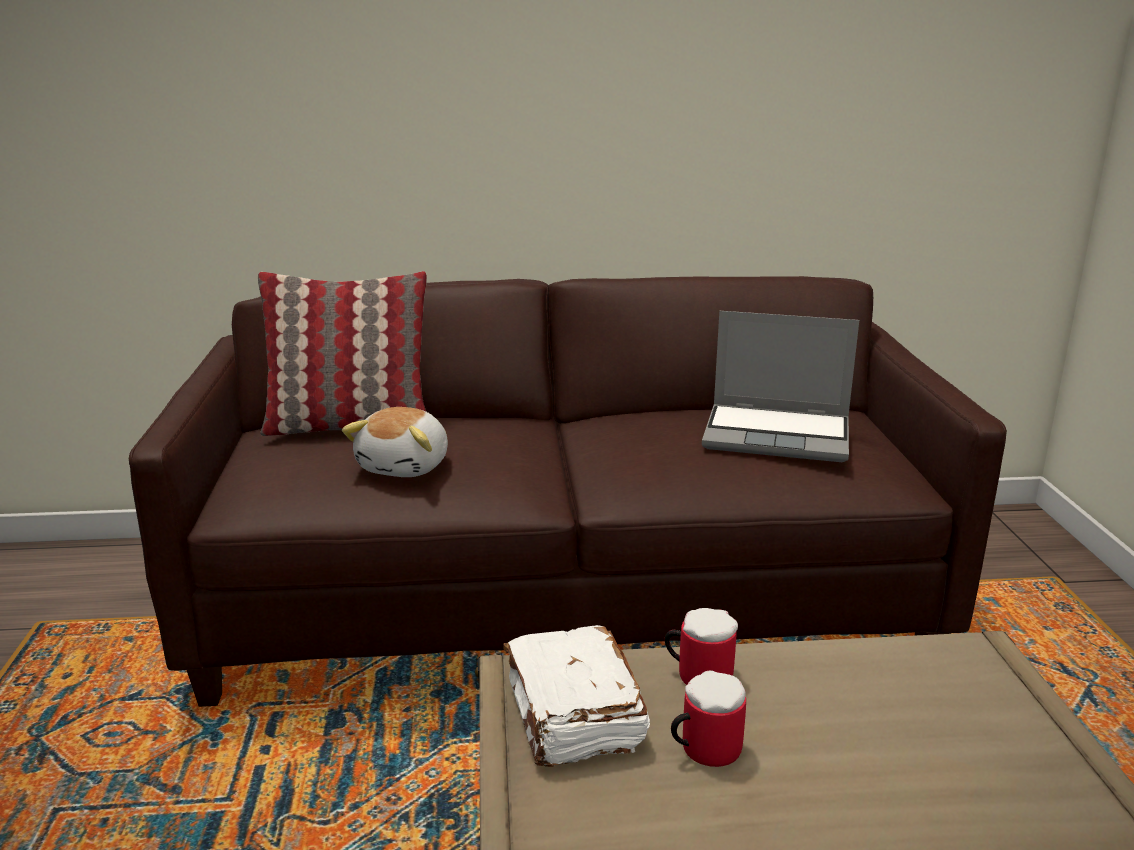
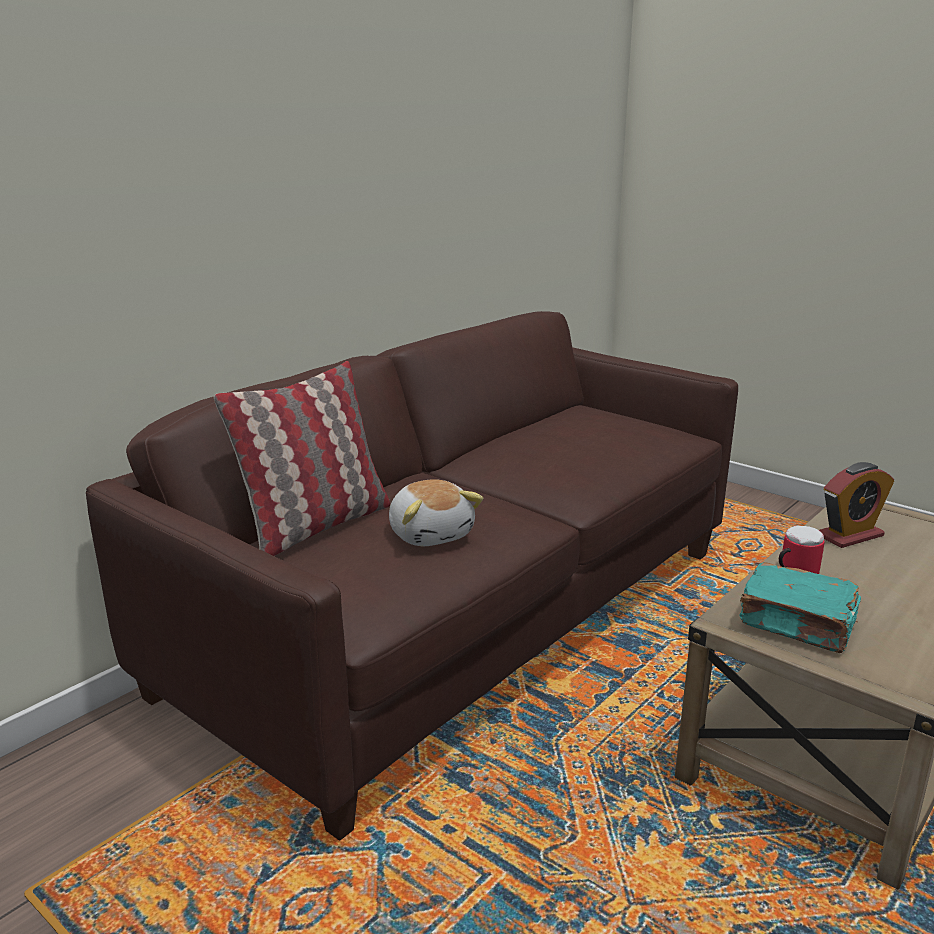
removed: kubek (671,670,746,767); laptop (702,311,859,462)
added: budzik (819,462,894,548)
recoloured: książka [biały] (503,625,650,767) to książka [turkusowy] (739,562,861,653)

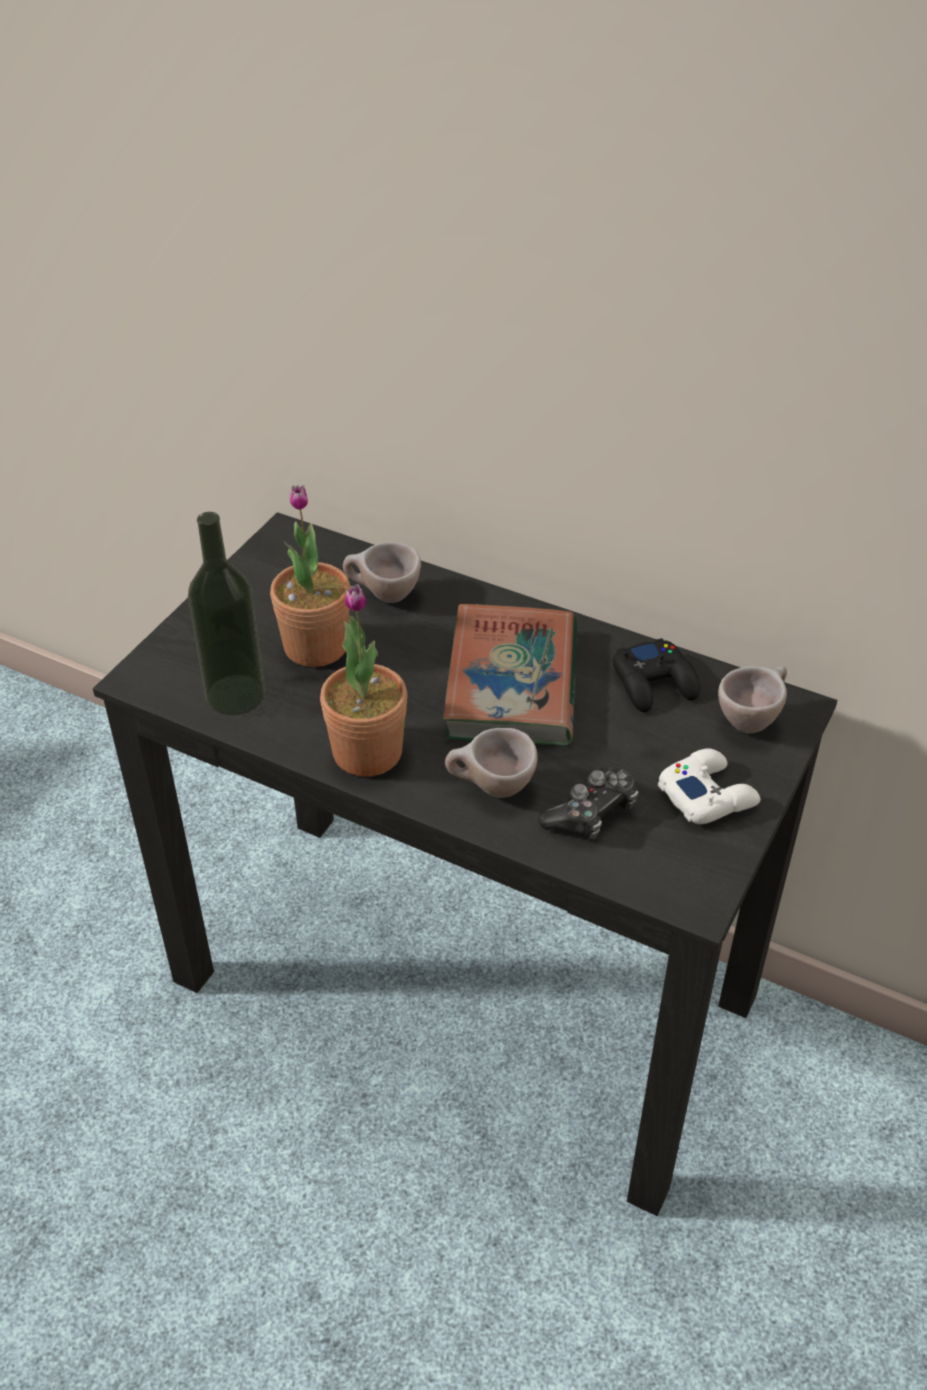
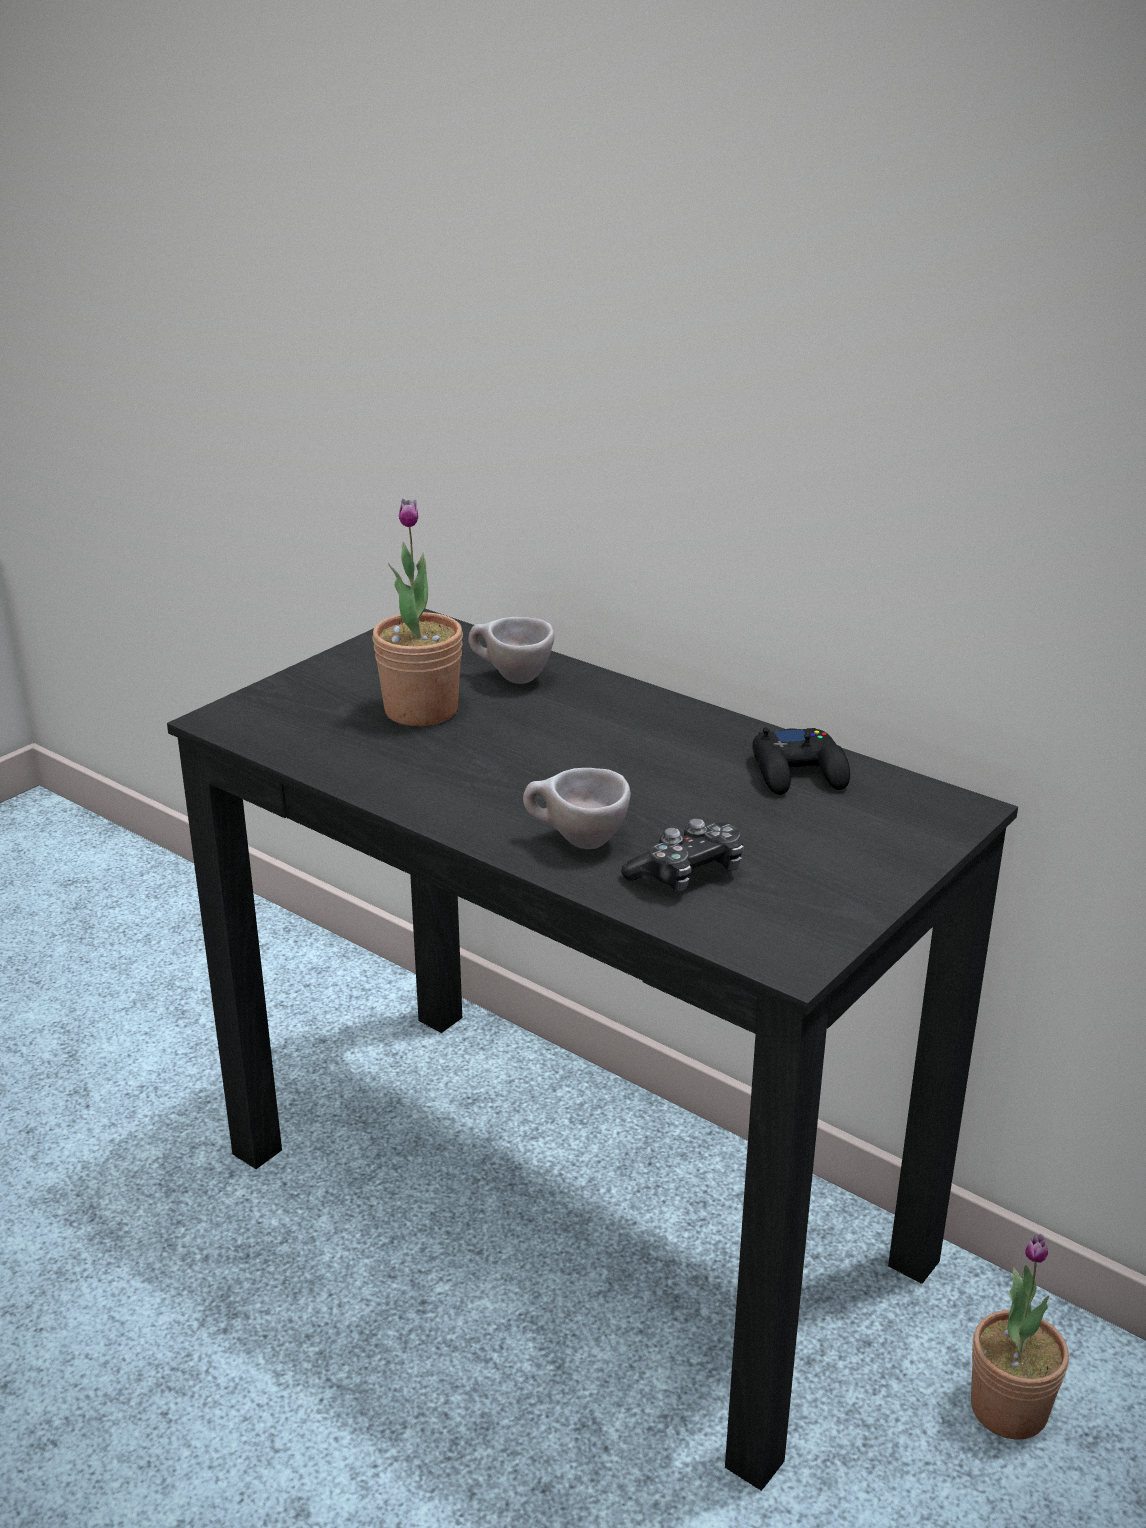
removed: butelka (188,512,266,715); książka (443,604,577,745); pad do gier [biały] (658,748,760,824); filiżanka [beżowy] (718,666,787,733)
moved: roślina doniczkowa (320,584,407,776) to (971,1234,1069,1440)

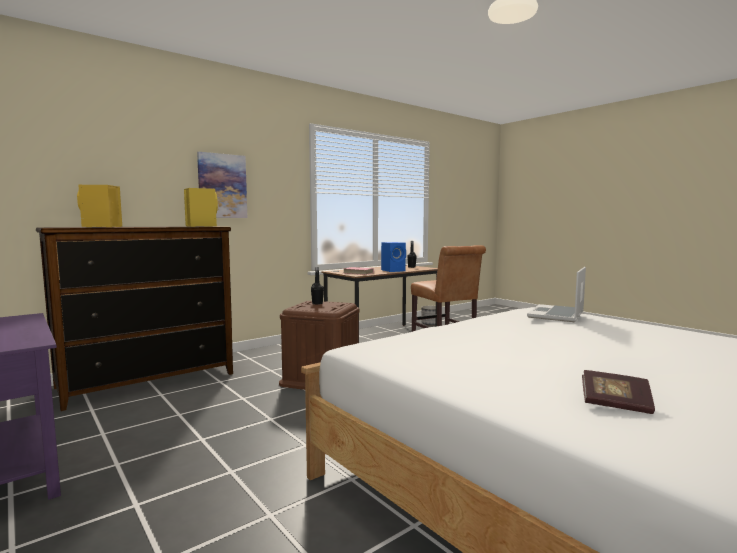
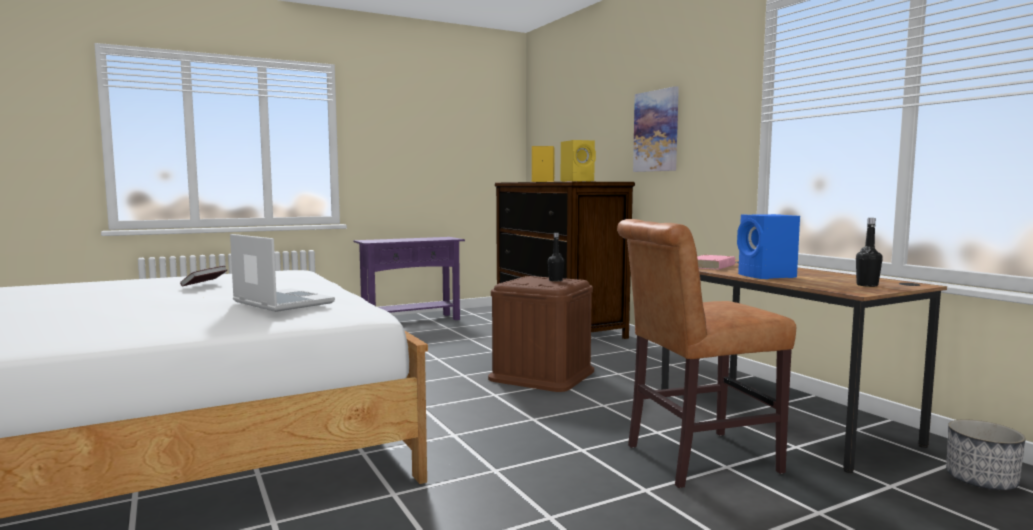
moved: książka (582,370,655,414) to (180,266,227,286)

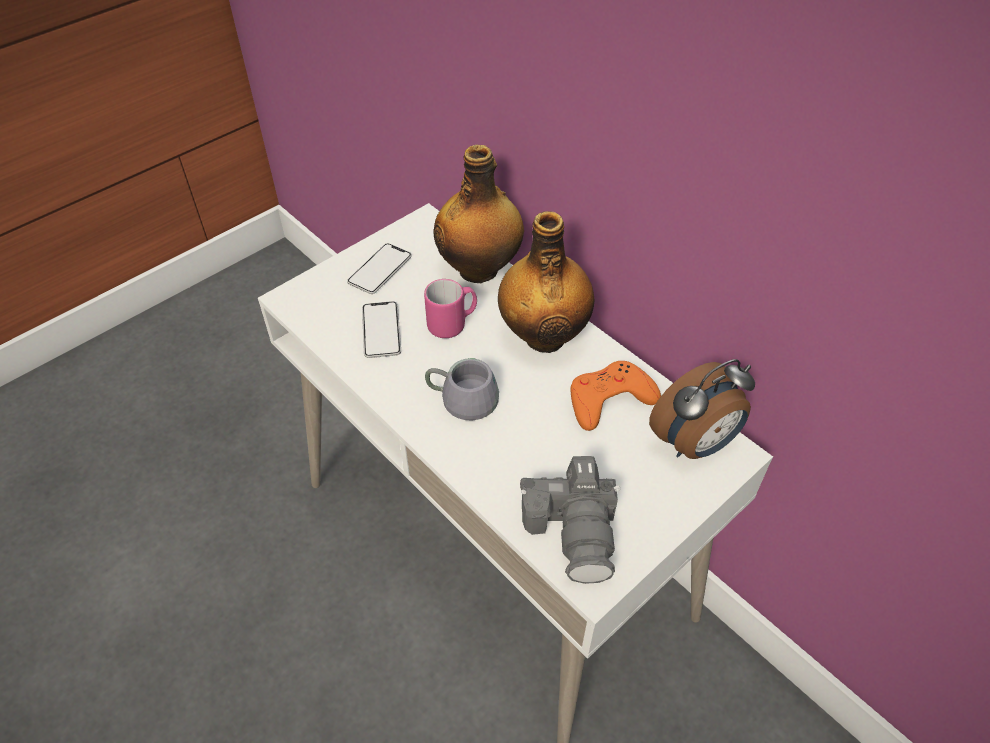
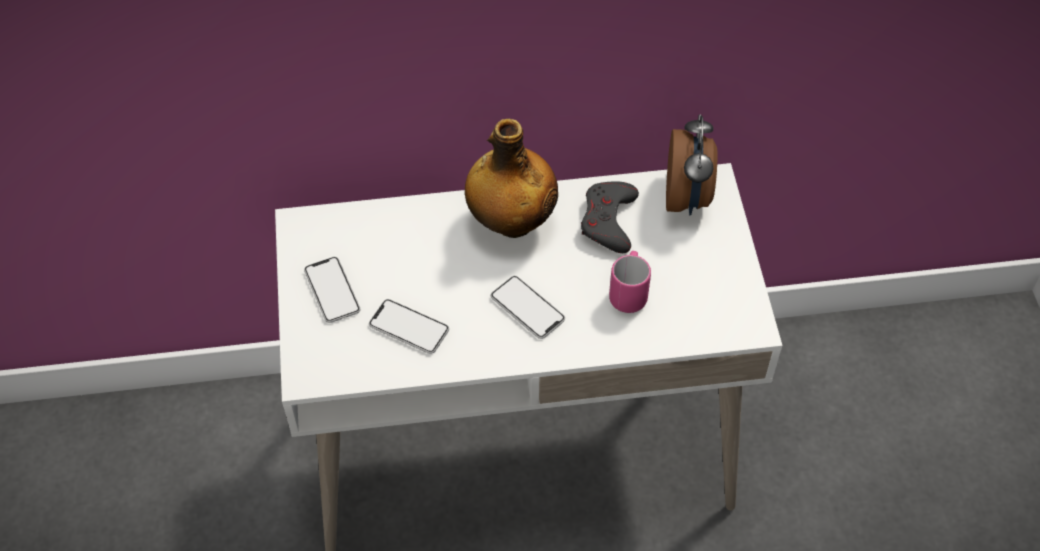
removed: butelka (433,145,524,283); aparat fotograficzny (520,456,620,584)
moved: kubek [różowy] (424,279,477,338) to (609,251,651,313)
replaced: kubek [szary] (425,358,499,420) to telefon (491,276,565,339)
recoloured: pad do gier [pomarańczowy] (570,361,661,431) to pad do gier [szary] (581,182,639,253)

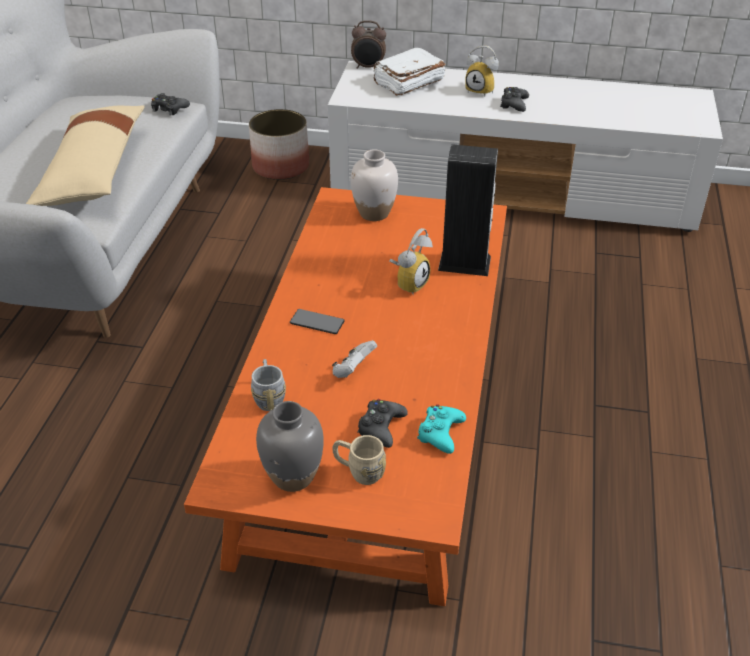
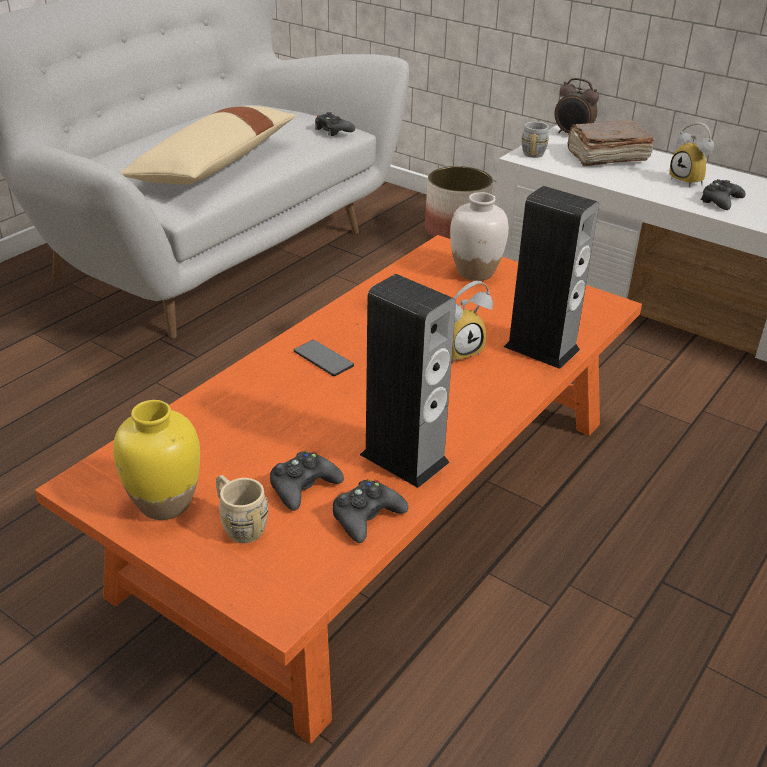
removed: pad do gier [biały] (332,340,377,378)
added: głośnik (360,274,456,488)
moved: kubek [szary] (251,359,286,411) to (522,122,549,158)
recoloured: wazon [szary] (256,401,324,492) to wazon [żółty] (113,400,200,520); książka [biały] (373,48,445,96) to książka [brązowy] (567,120,654,166); pad do gier [turkusowy] (417,404,466,454) to pad do gier [czarny] (333,479,408,543)

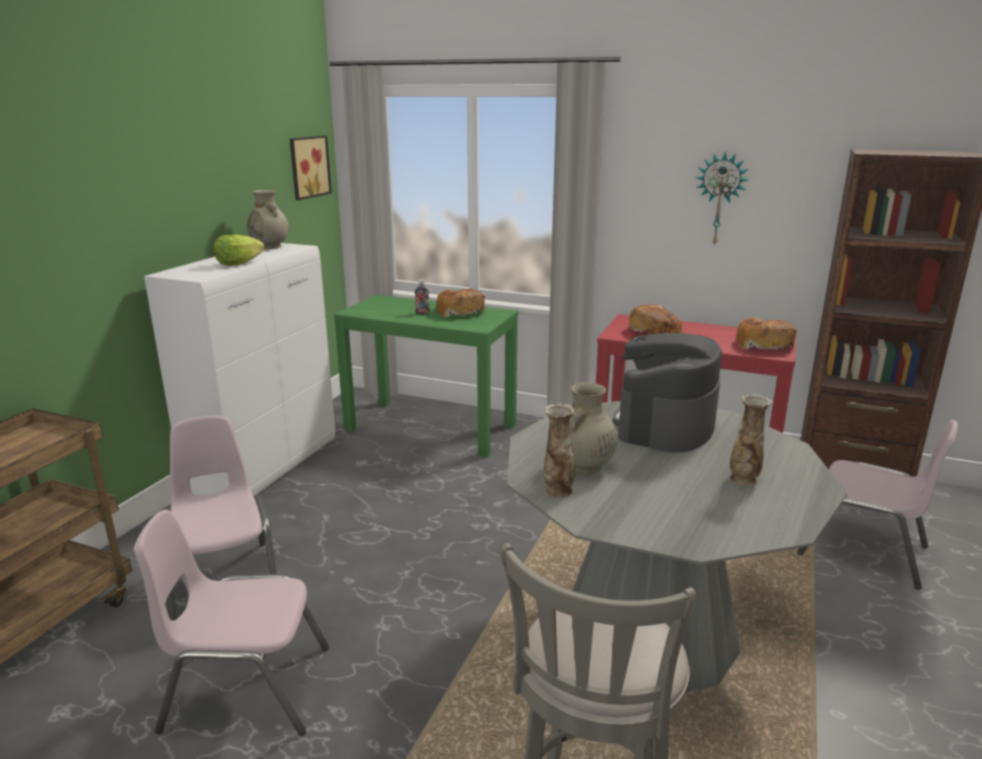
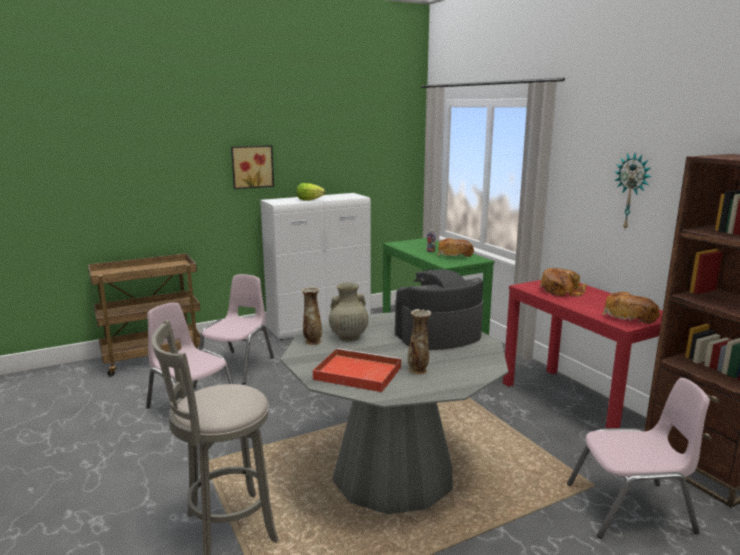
removed: wazon [beżowy] (247,190,289,249)
added: taca [czerwony] (313,348,402,392)
moved: obraz (290,136,332,200) to (231,145,274,189)
turned: krzesło [różowy] (797,420,958,589) = (567,378,710,539) 75 degrees counterclockwise

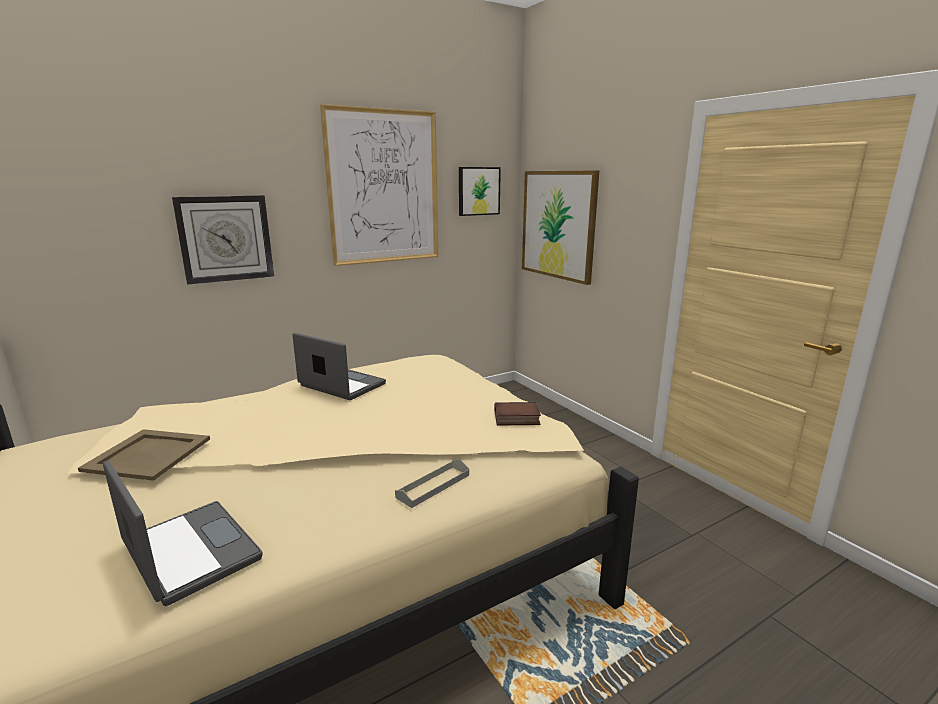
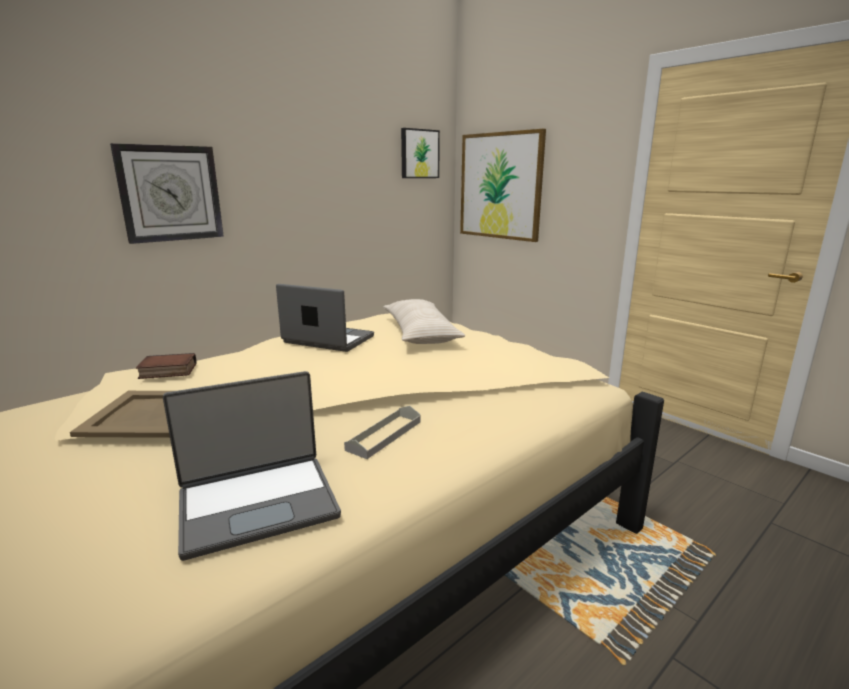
removed: obraz (320,104,438,266)
added: poduszka [beżowy] (383,299,465,344)
moved: taca [szary] (395,460,469,508) to (344,406,421,459); książka (495,402,541,426) to (136,353,196,379)
turned: laptop (103,461,263,606) = (163,371,341,561) 120 degrees clockwise

